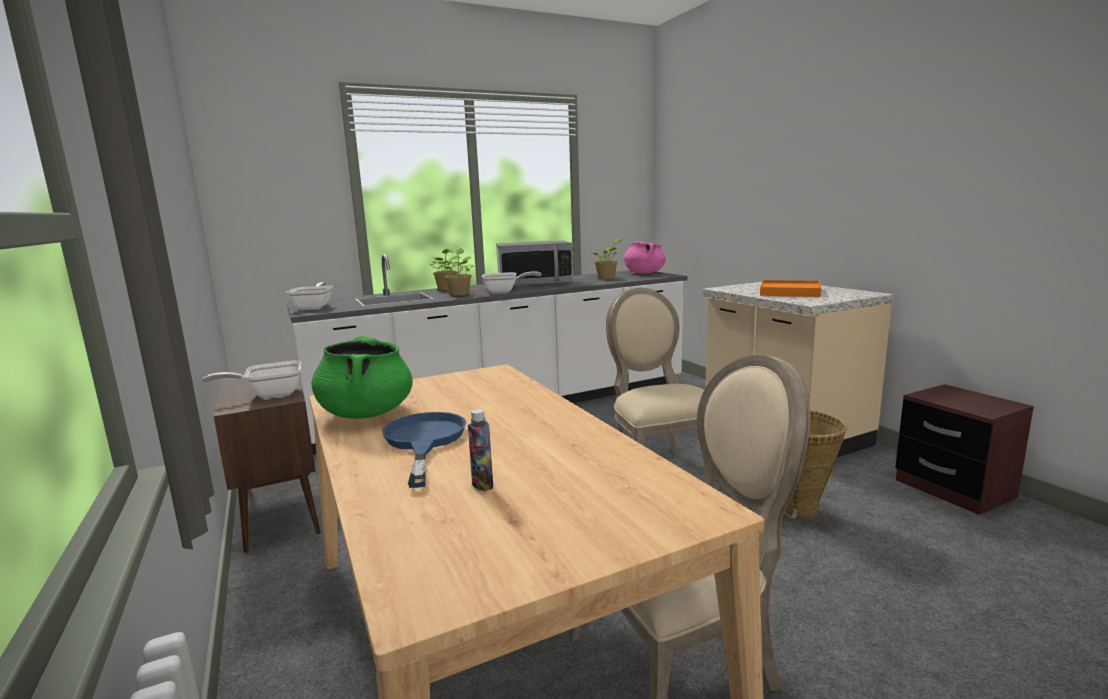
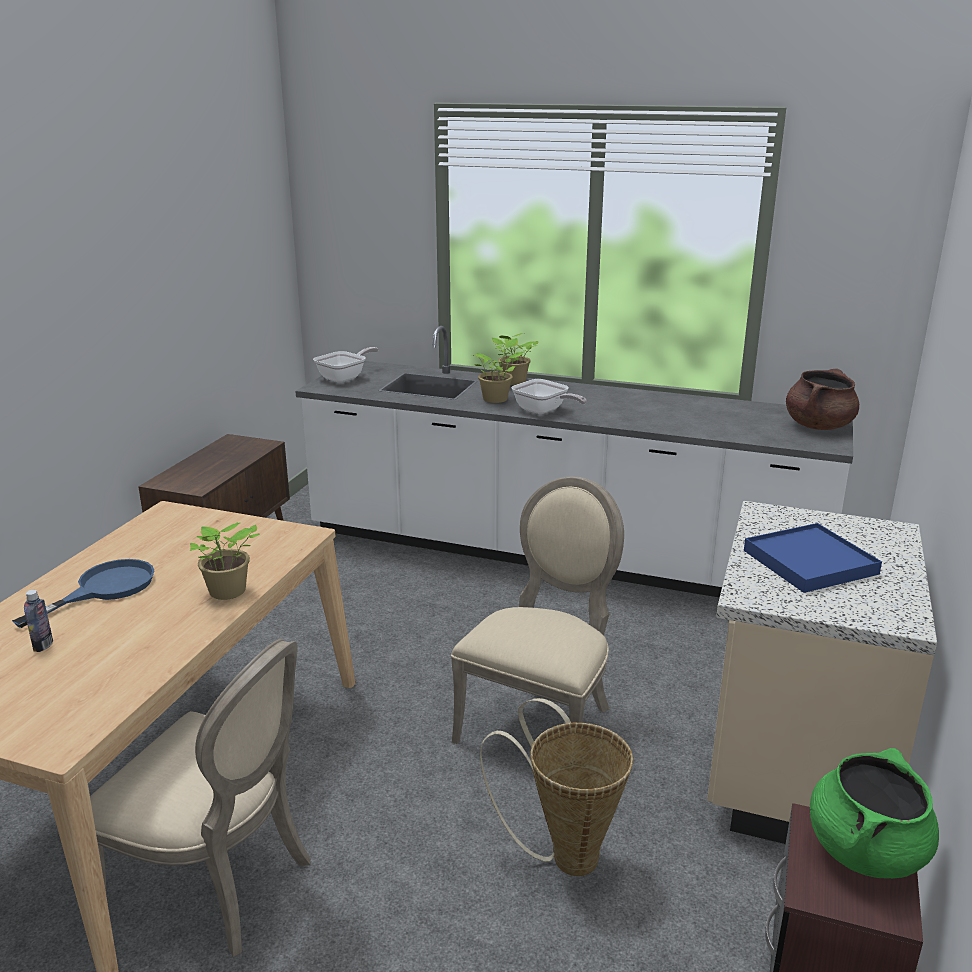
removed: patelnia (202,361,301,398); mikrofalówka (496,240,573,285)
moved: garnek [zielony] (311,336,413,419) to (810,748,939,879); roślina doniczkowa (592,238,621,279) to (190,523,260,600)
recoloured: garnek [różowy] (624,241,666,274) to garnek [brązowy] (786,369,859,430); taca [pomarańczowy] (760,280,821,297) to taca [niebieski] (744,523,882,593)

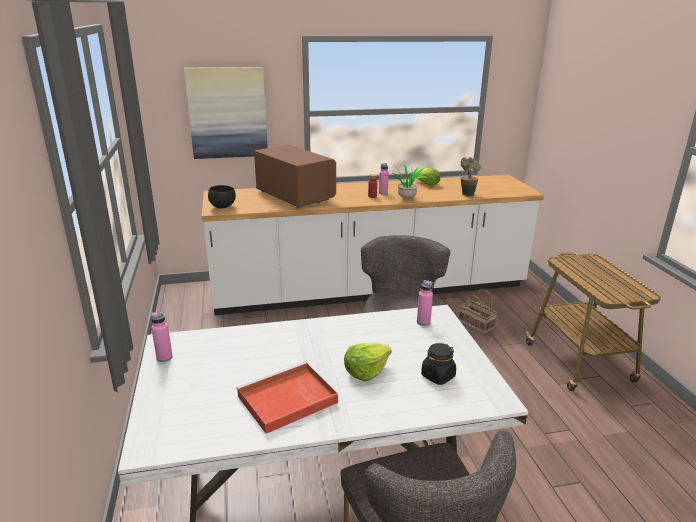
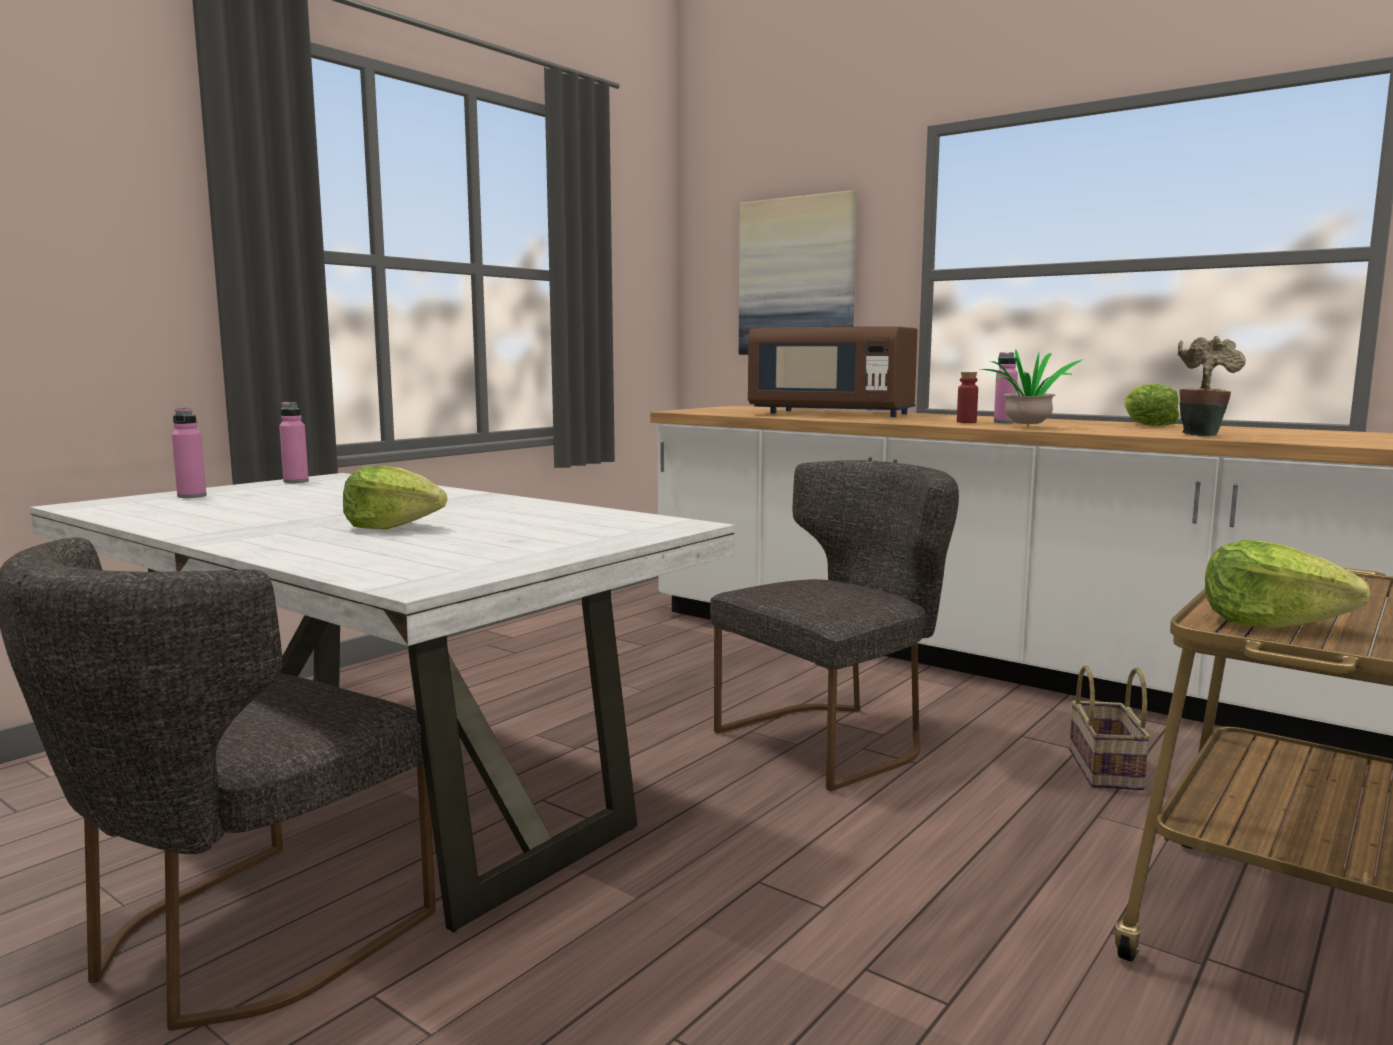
removed: miska [czarny] (208,185,236,208); taca [czerwony] (237,362,338,434); słoik [czarny] (421,343,456,385)
added: sałata (1205,540,1370,629)
moved: butelka [różowy] (417,280,433,326) to (172,408,207,498)
turned: mikrofalówka [brązowy] (254,145,336,208) = (748,326,918,417) 105 degrees clockwise

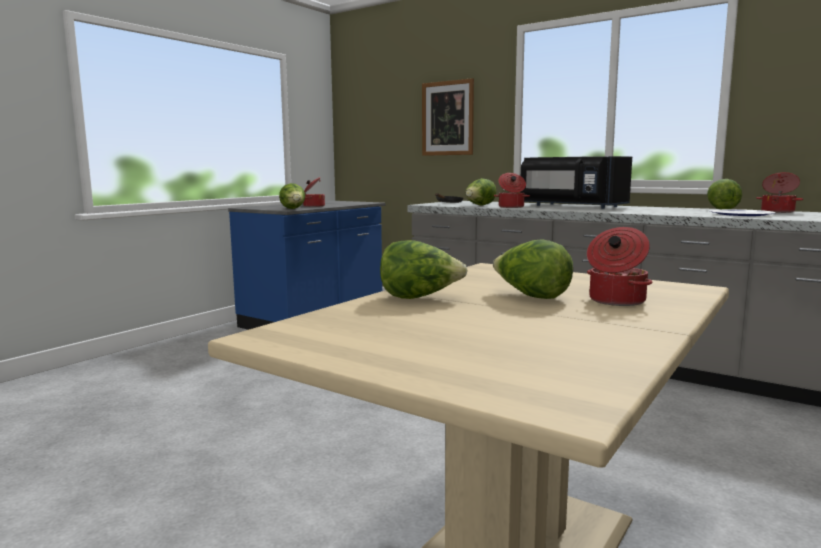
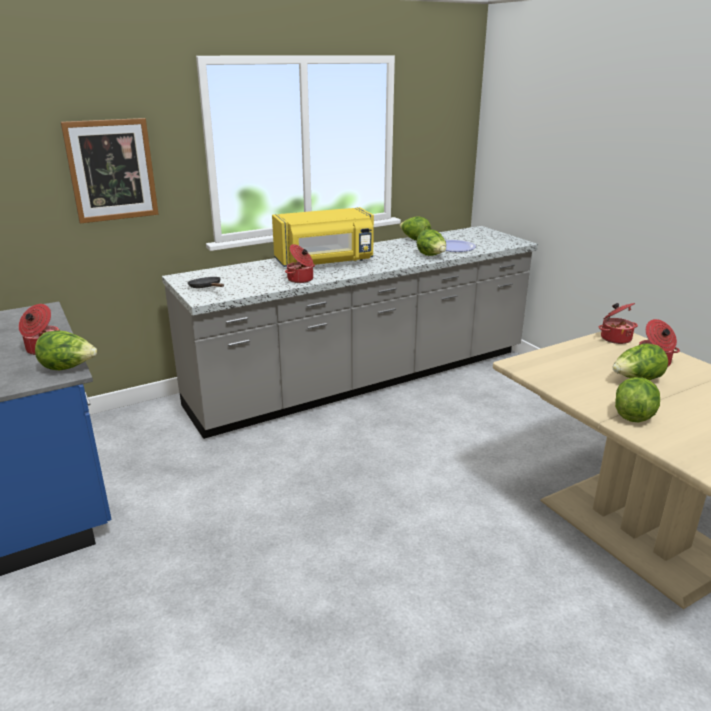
moved: sałata (465,178,497,206) to (417,229,446,256); garnek (756,172,803,213) to (598,303,638,344)
recoloured: mikrofalówka [czarny] (520,156,632,209) to mikrofalówka [żółty] (272,207,374,267)

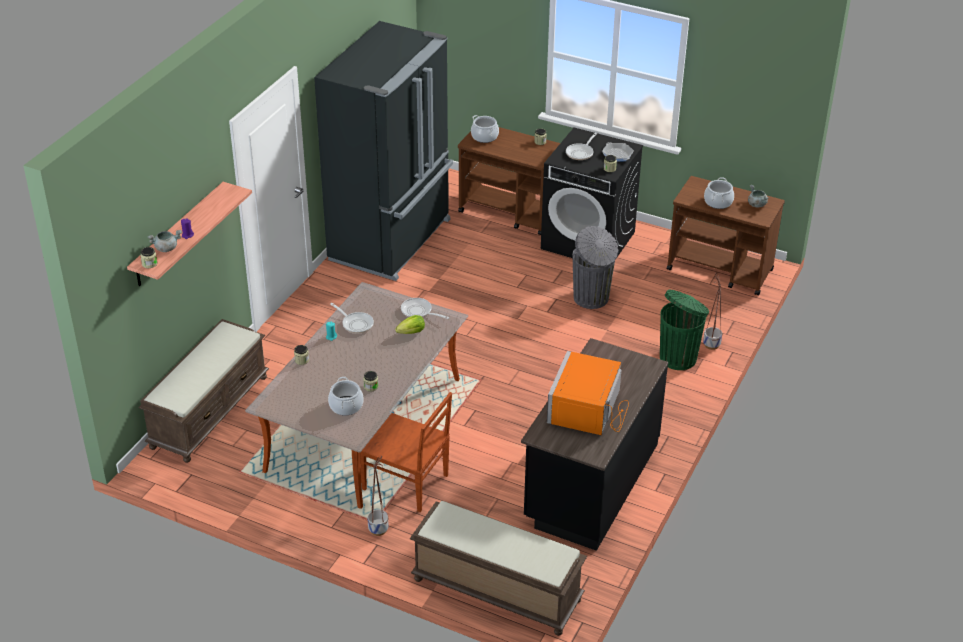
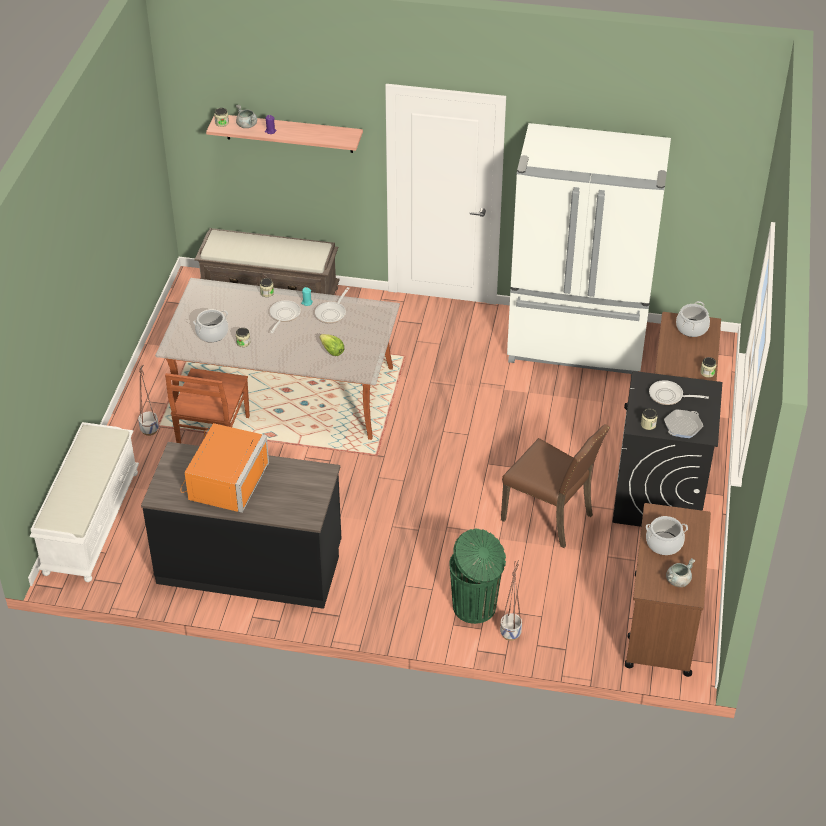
moved: patelnia (401,298,449,319) to (270,300,301,333)
replaced: kosz na śmieci [szary] (572,226,618,309) to krzesło [brązowy] (501,424,610,548)
recoloured: lodówka [czarny] (314,21,453,281) to lodówka [biały] (507,123,671,376); ławka [brązowy] (410,501,587,636) to ławka [biały] (30,422,139,582)
turned: mikrofalówka [pomarańczowy] (547,351,629,435) = (180,423,269,513) 105 degrees clockwise

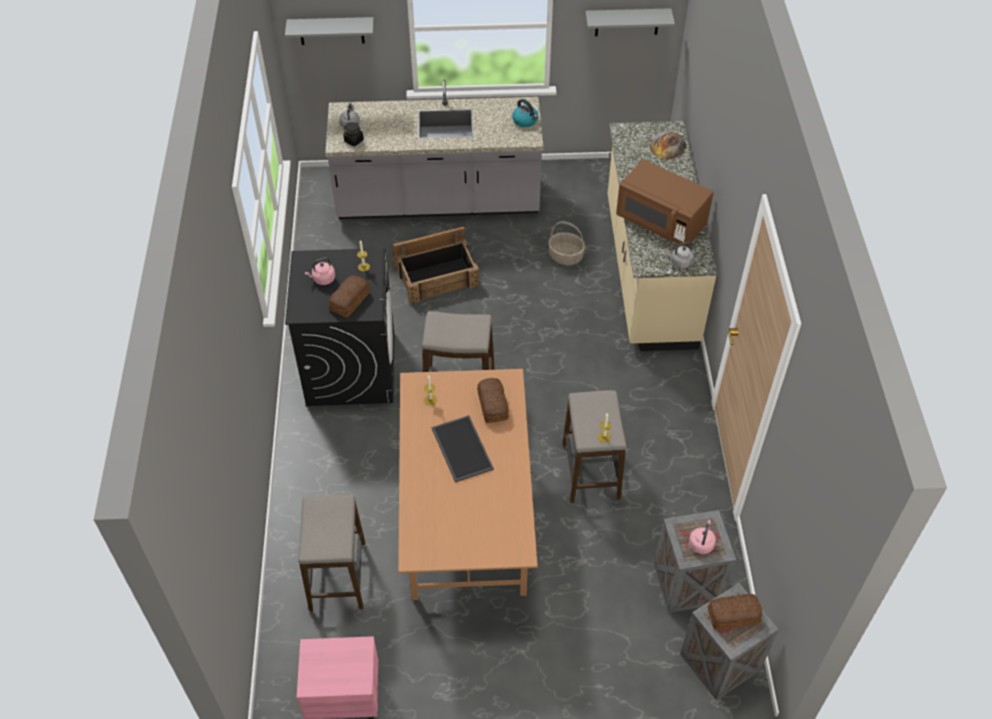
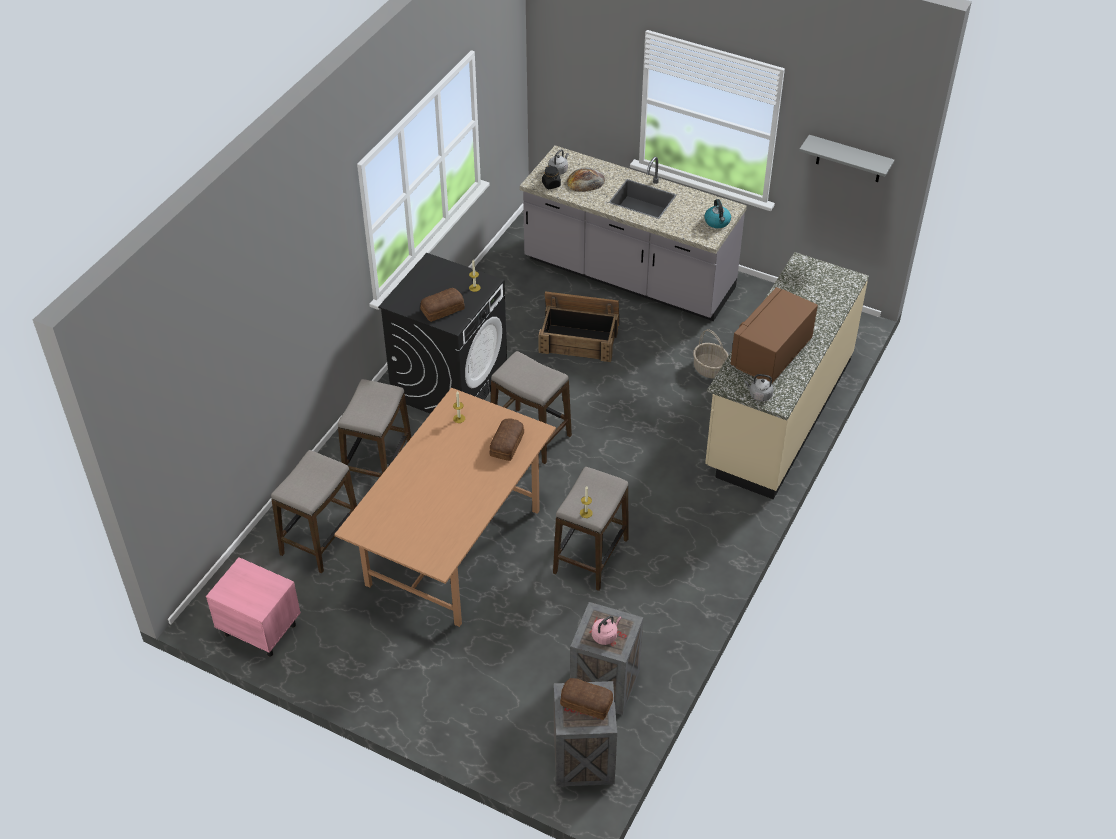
removed: półka [szary] (285,17,374,45); czajnik [różowy] (305,257,335,285); taca (432,415,494,482)
added: stołek (338,379,412,477)
moved: chleb (650,131,686,160) to (567,167,605,192)
turned: mikrofalówka [brązowy] (616,159,714,247) = (731,287,818,383) 60 degrees clockwise

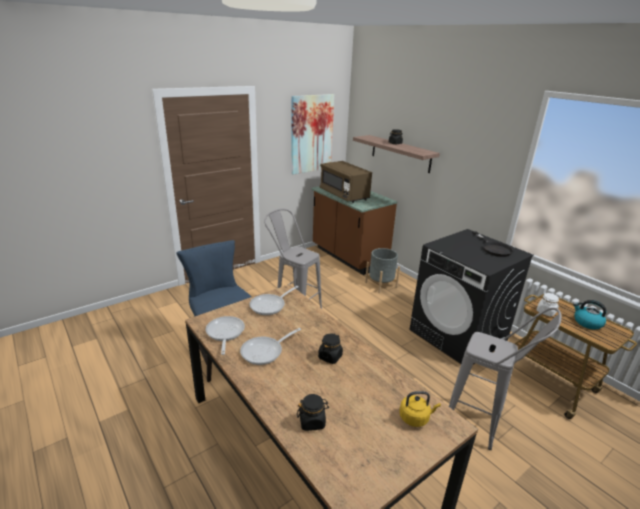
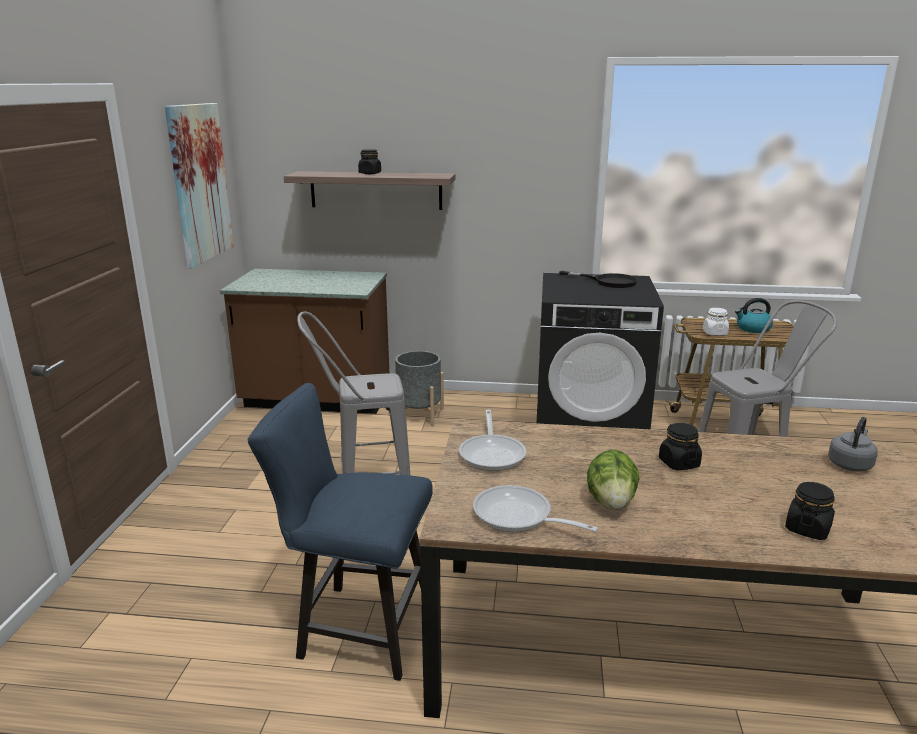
removed: mikrofalówka [brązowy] (320,161,372,203)
replaced: patelnia (240,328,301,365) to sałata (587,449,640,510)
recoloured: czajnik [żółty] (399,391,441,427) to czajnik [szary] (828,417,878,472)

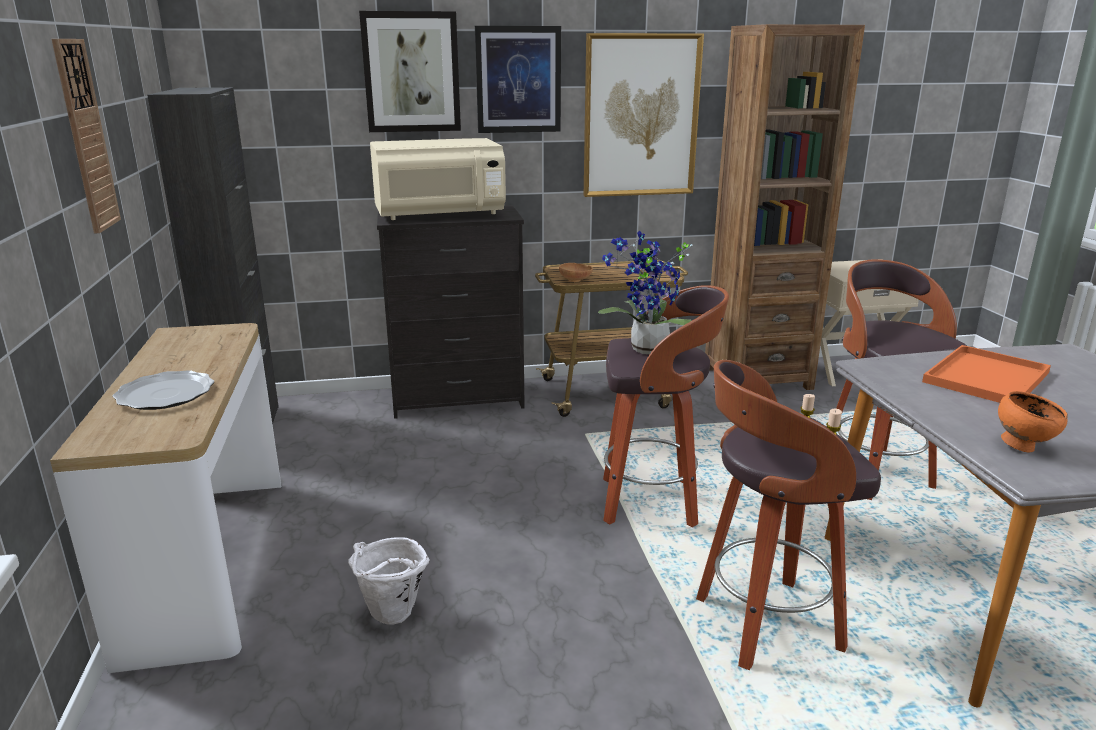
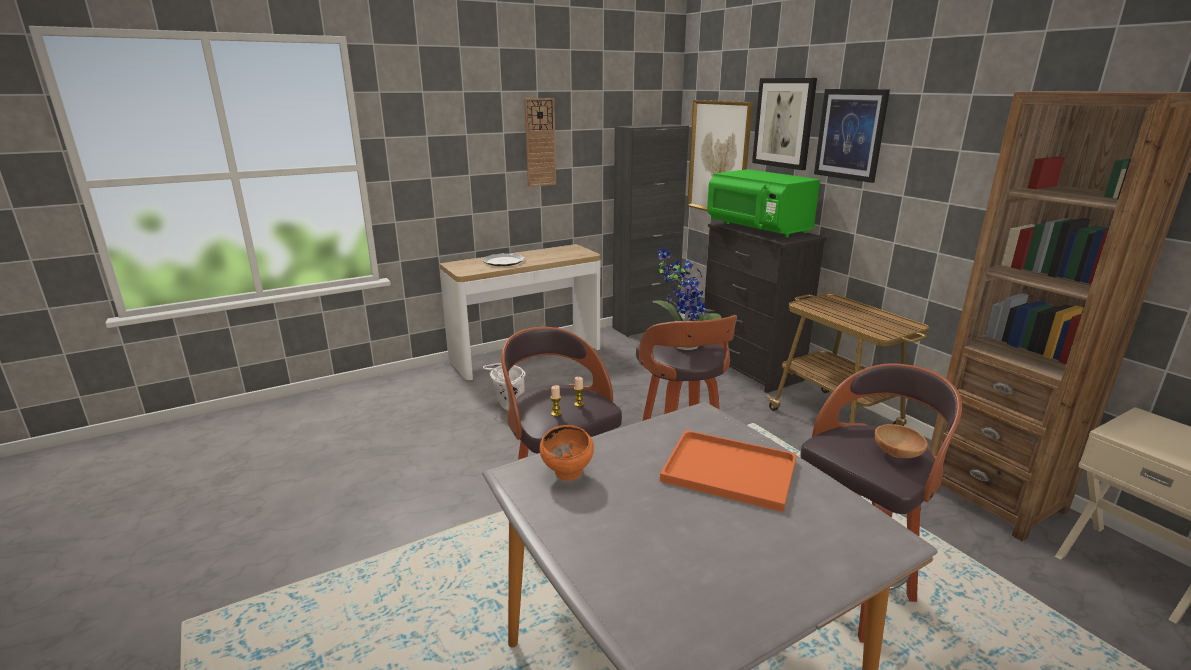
moved: miska [brązowy] (559,263,593,282) to (874,424,927,458); obraz (584,33,704,197) to (687,100,753,211)
recoloured: mikrofalówka [beżowy] (370,138,506,220) to mikrofalówka [zielony] (707,169,820,237)

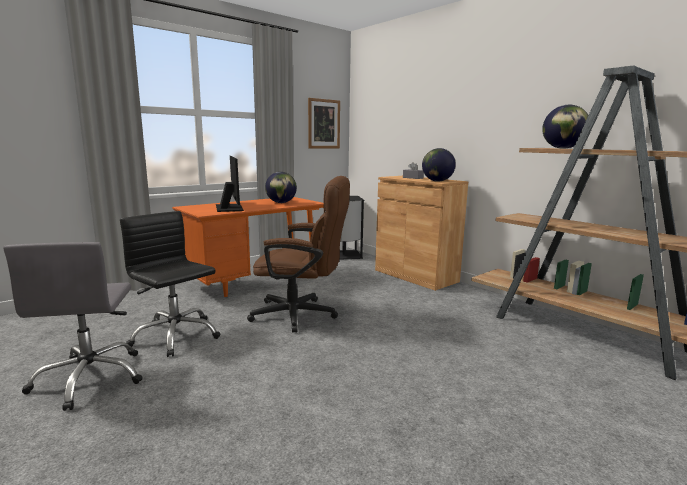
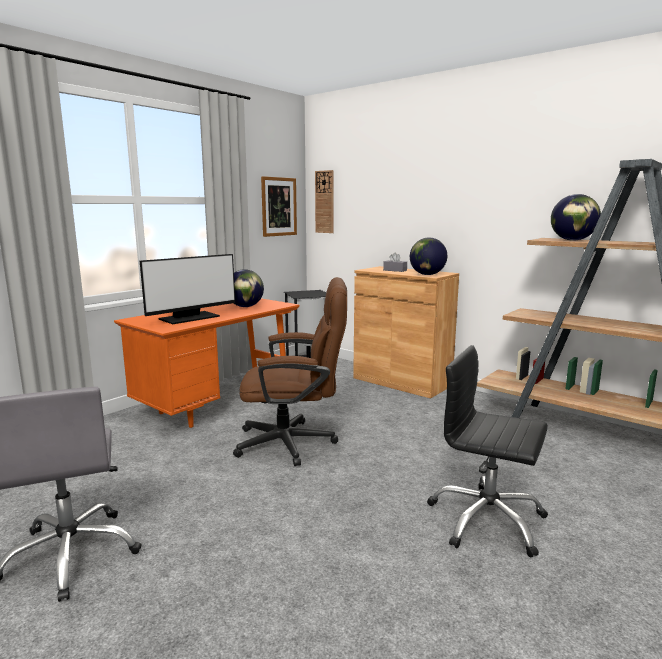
added: zegar ścienny (315,170,334,233)
moved: krzesło biurowe [czarny] (120,211,220,357) to (427,345,548,557)
turned: monitor (216,156,244,212) = (140,254,236,324) 75 degrees clockwise

